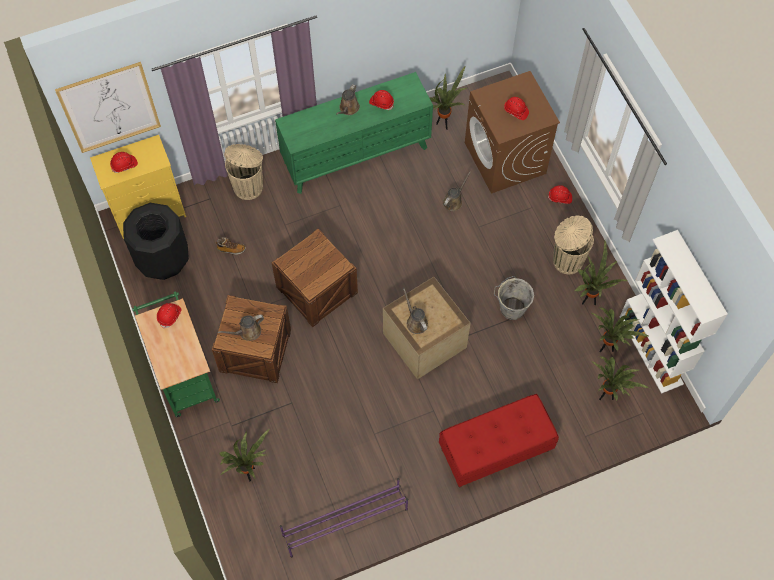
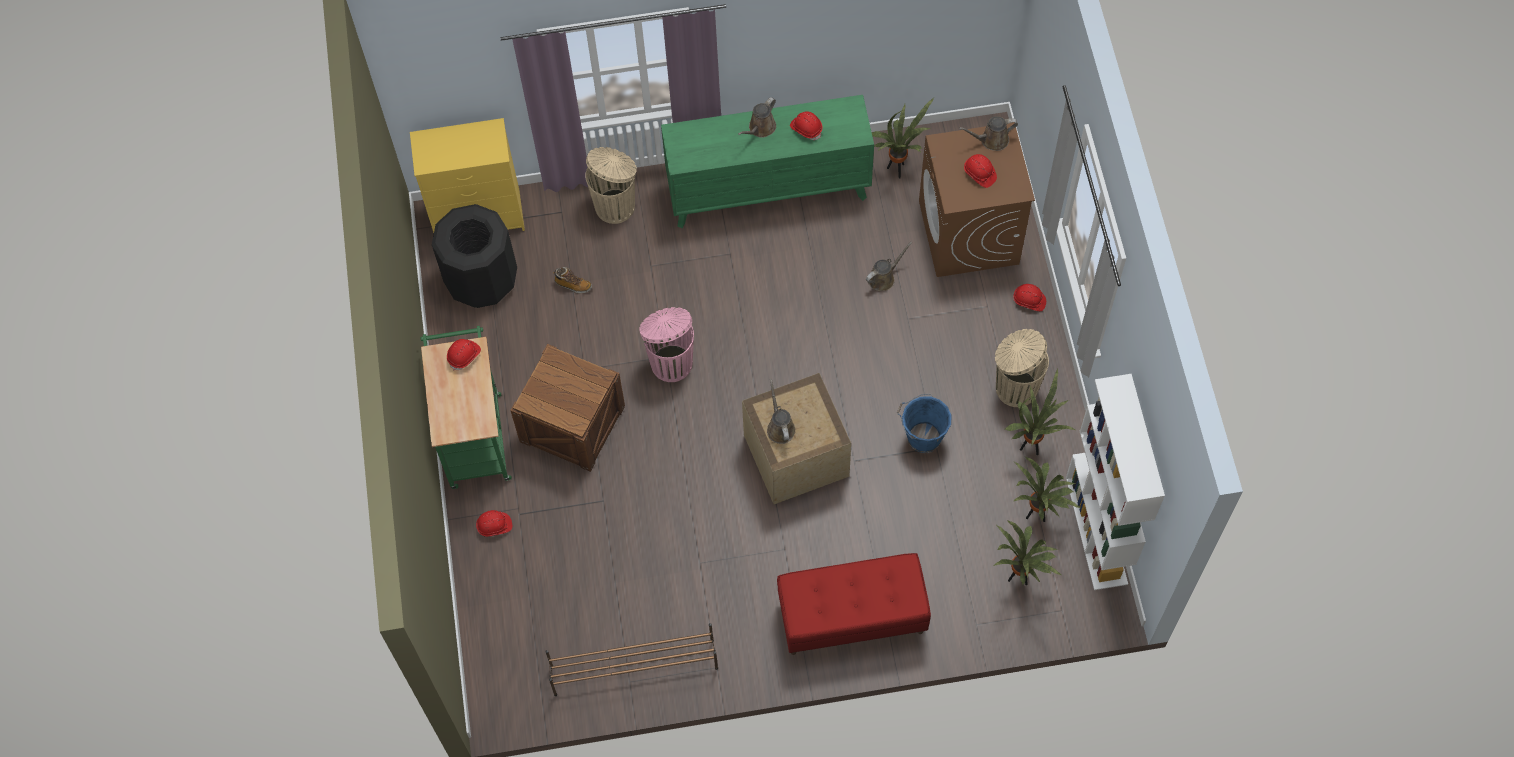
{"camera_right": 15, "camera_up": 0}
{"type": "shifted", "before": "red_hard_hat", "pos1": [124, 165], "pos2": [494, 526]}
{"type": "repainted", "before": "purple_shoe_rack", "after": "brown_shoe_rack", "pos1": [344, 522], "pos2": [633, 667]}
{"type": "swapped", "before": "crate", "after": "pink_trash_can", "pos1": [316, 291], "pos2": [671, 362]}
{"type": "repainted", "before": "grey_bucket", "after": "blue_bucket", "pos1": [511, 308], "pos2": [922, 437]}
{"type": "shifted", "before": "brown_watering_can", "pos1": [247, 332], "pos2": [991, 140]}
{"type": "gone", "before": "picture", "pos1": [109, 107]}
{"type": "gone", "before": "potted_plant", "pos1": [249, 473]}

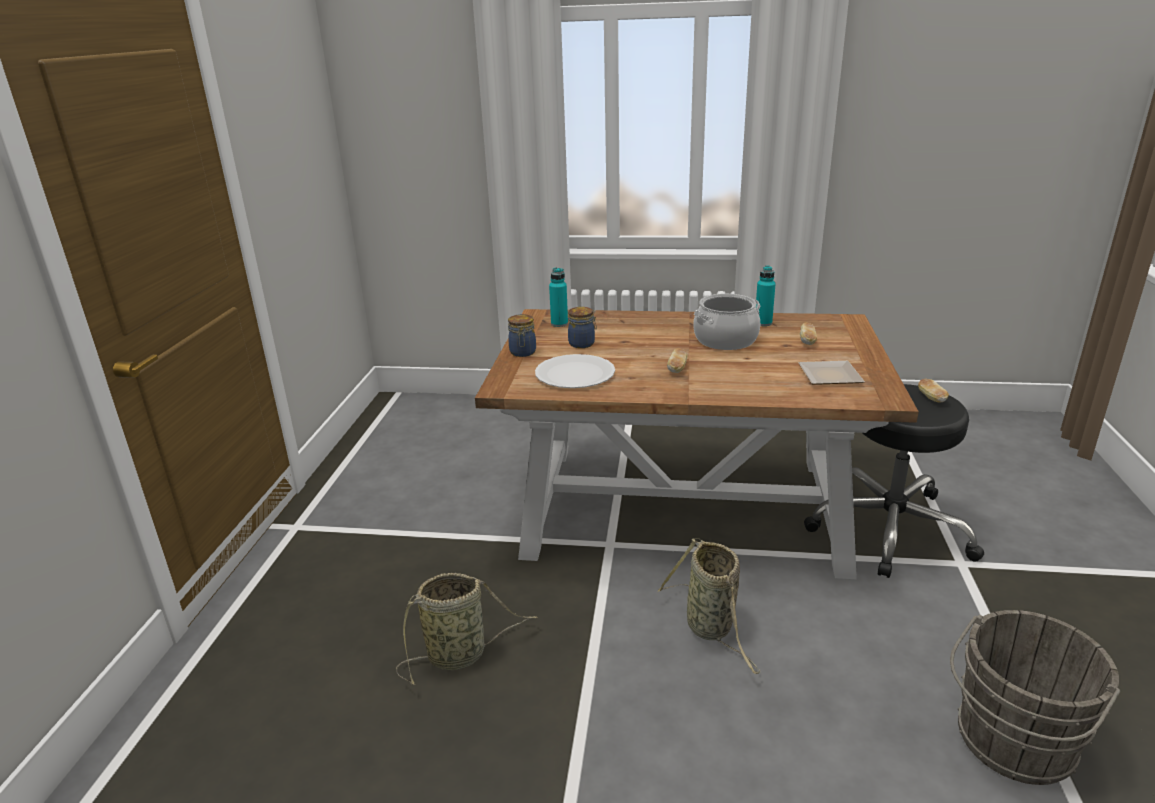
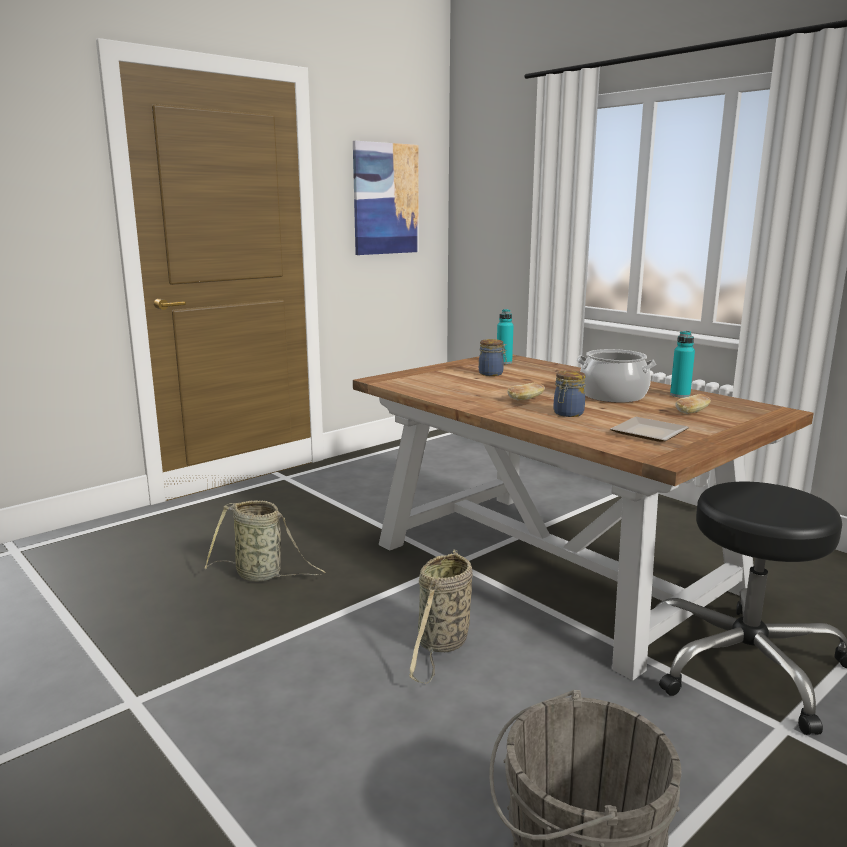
{"camera_right": 40, "camera_up": -10}
{"type": "new", "after": "picture", "pos2": [385, 199]}
{"type": "shifted", "before": "jar", "pos1": [523, 353], "pos2": [567, 414]}
{"type": "gone", "before": "white_plate", "pos1": [575, 374]}
{"type": "gone", "before": "bread", "pos1": [931, 398]}

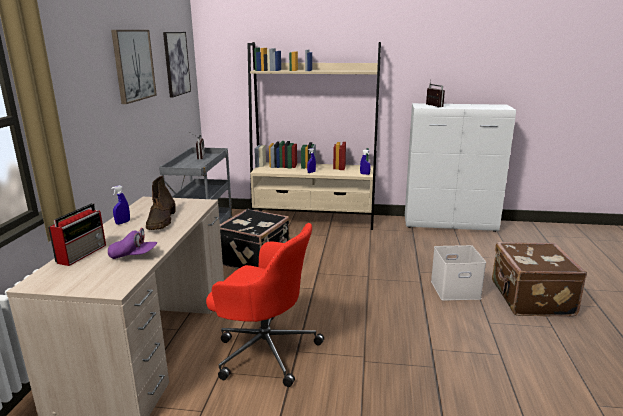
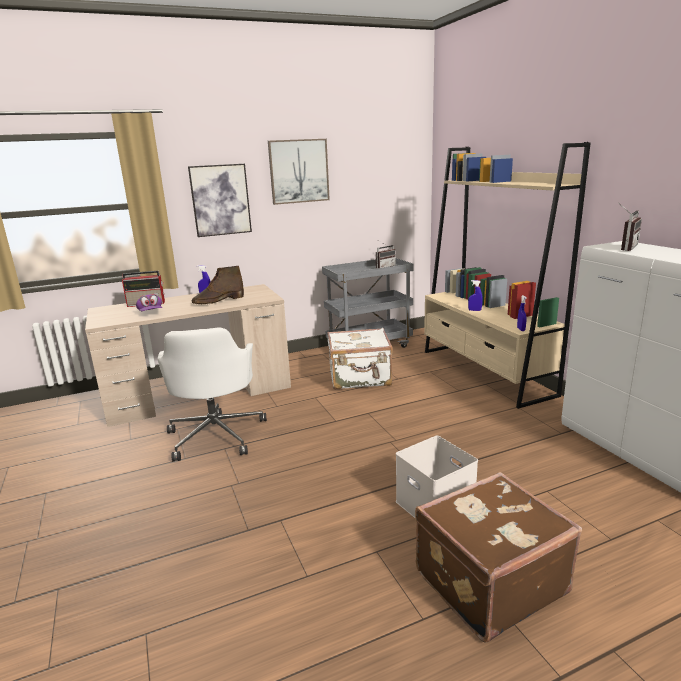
{"camera_right": 60, "camera_up": 0}
{"type": "repainted", "before": "red_office_chair", "after": "white_office_chair", "pos1": [264, 350], "pos2": [216, 434]}
{"type": "shifted", "before": "picture", "pos1": [176, 63], "pos2": [220, 200]}
{"type": "repainted", "before": "black_suitcase", "after": "white_suitcase", "pos1": [256, 258], "pos2": [360, 378]}

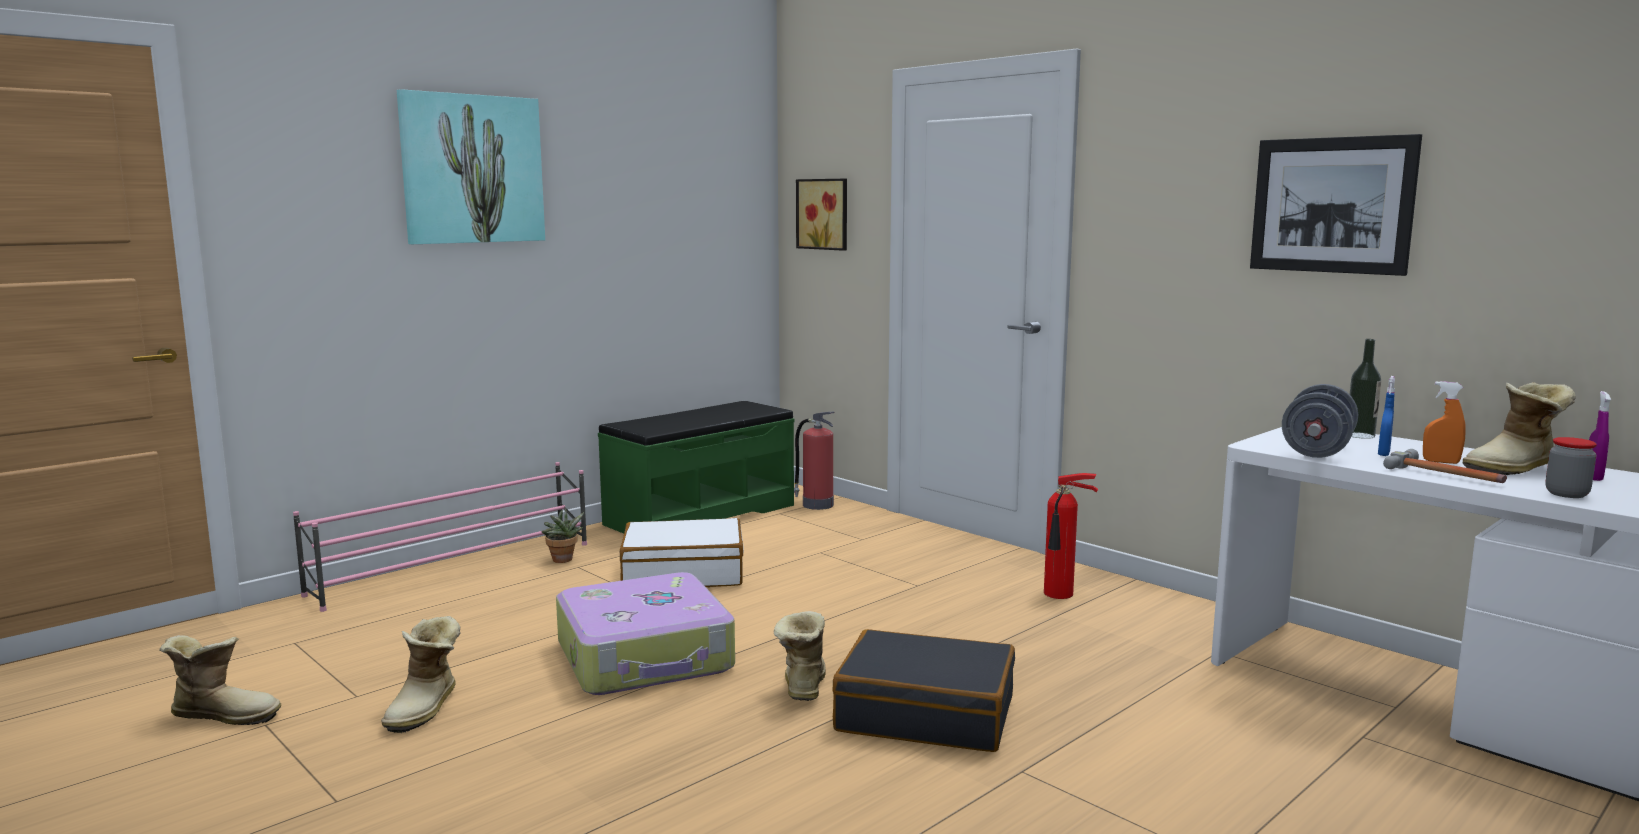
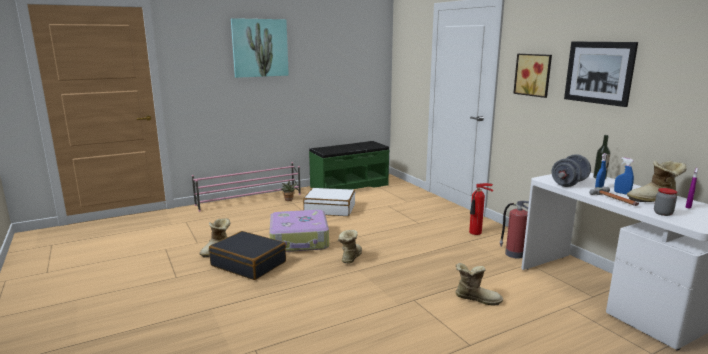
{"camera_right": 15, "camera_up": 5}
{"type": "shifted", "before": "black_suitcase", "pos1": [926, 714], "pos2": [249, 264]}
{"type": "shifted", "before": "boot", "pos1": [225, 715], "pos2": [476, 298]}
{"type": "shifted", "before": "fire_extinguisher", "pos1": [816, 504], "pos2": [514, 253]}
{"type": "shifted", "before": "picture", "pos1": [824, 214], "pos2": [533, 75]}
{"type": "repainted", "before": "orange_spray_bottle", "after": "blue_spray_bottle", "pos1": [1441, 462], "pos2": [622, 193]}

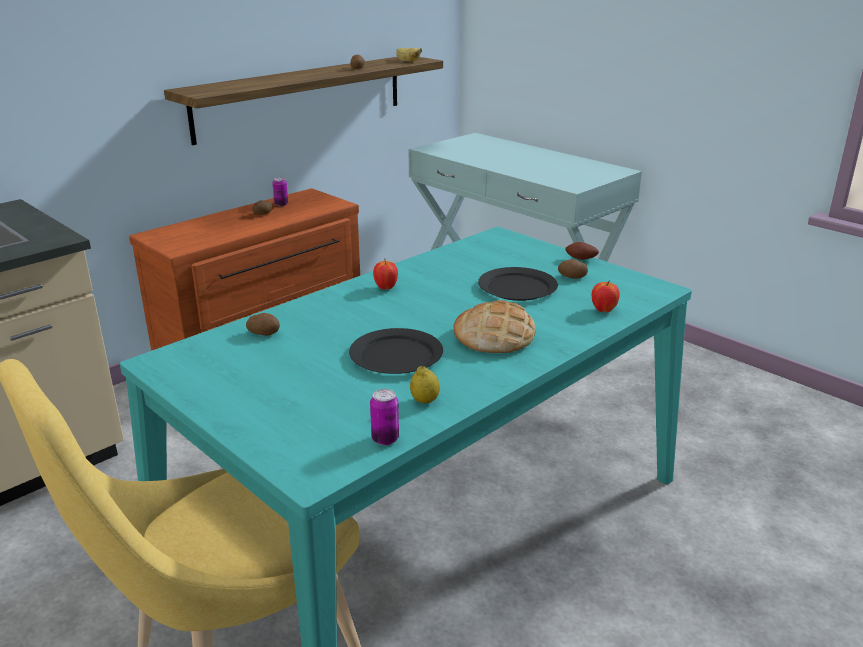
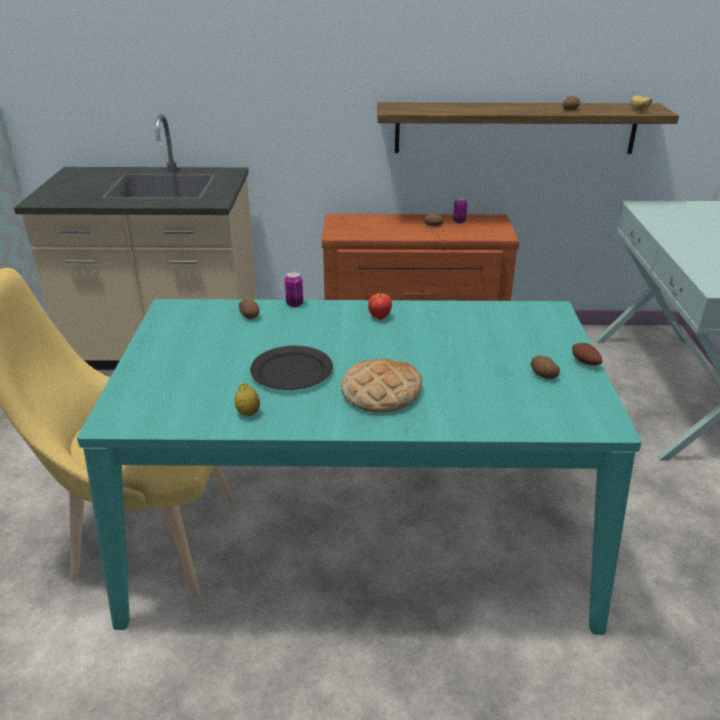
{"camera_right": 45, "camera_up": 5}
{"type": "shifted", "before": "can", "pos1": [385, 439], "pos2": [294, 304]}
{"type": "gone", "before": "black_plate", "pos1": [518, 287]}
{"type": "gone", "before": "apple", "pos1": [603, 310]}

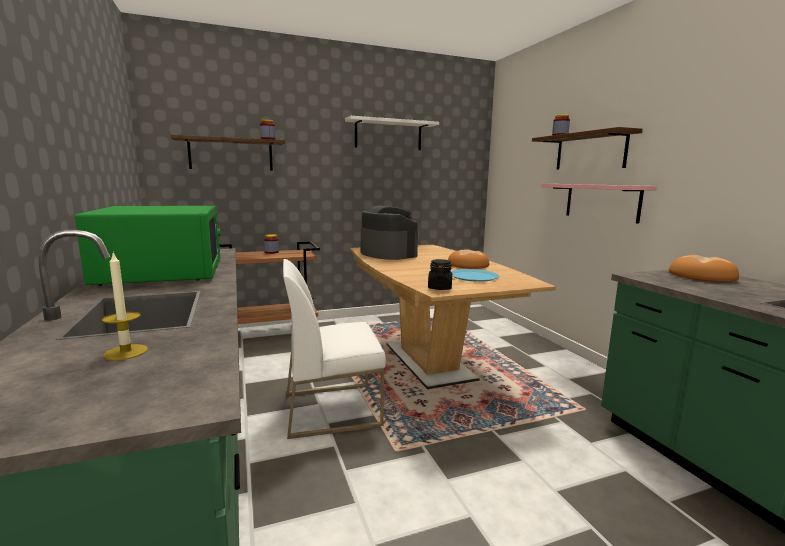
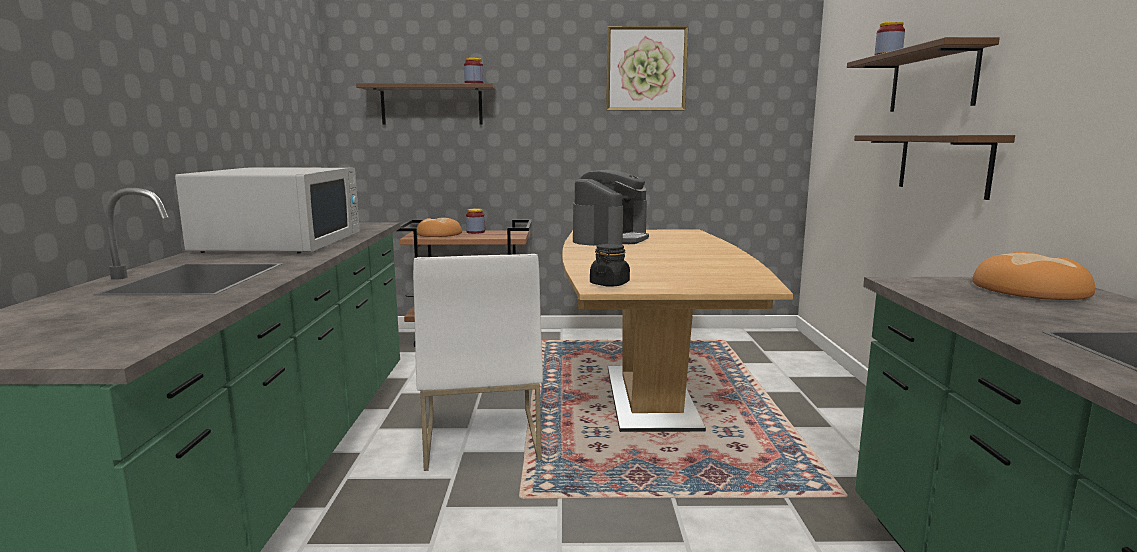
{"camera_right": 20, "camera_up": 0}
{"type": "repainted", "before": "green_microwave", "after": "white_microwave", "pos1": [164, 271], "pos2": [282, 243]}
{"type": "rotated", "before": "white_chair", "pos1": [332, 409], "pos2": [480, 436], "turn": -105}
{"type": "shifted", "before": "bread", "pos1": [468, 265], "pos2": [439, 234]}
{"type": "rotated", "before": "coffee_machine", "pos1": [387, 254], "pos2": [610, 239], "turn": 45}
{"type": "swapped", "before": "white_shelf", "after": "picture", "pos1": [388, 135], "pos2": [646, 69]}
{"type": "repainted", "before": "pink_shelf", "after": "brown_shelf", "pos1": [601, 202], "pos2": [943, 164]}
{"type": "gone", "before": "candle", "pos1": [126, 352]}
{"type": "gone", "before": "blue_plate", "pos1": [473, 276]}

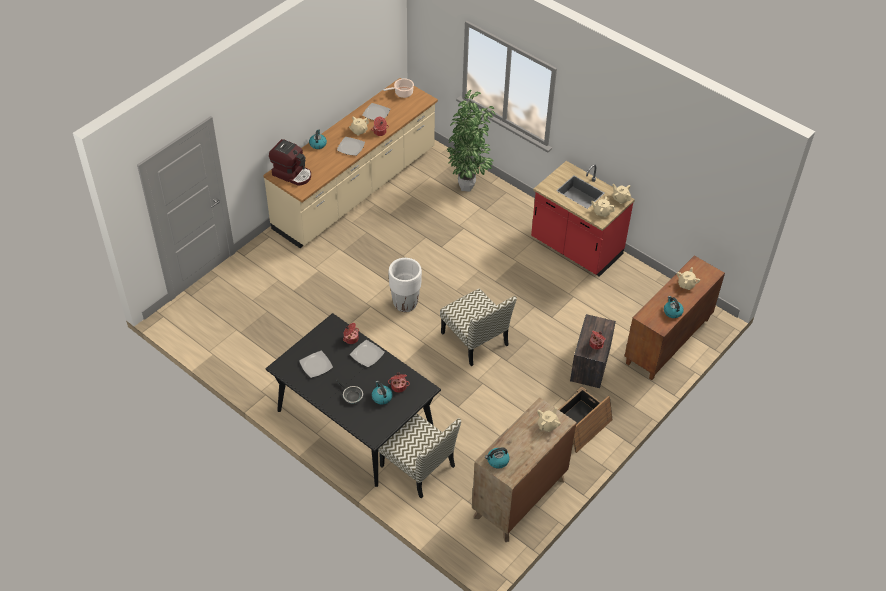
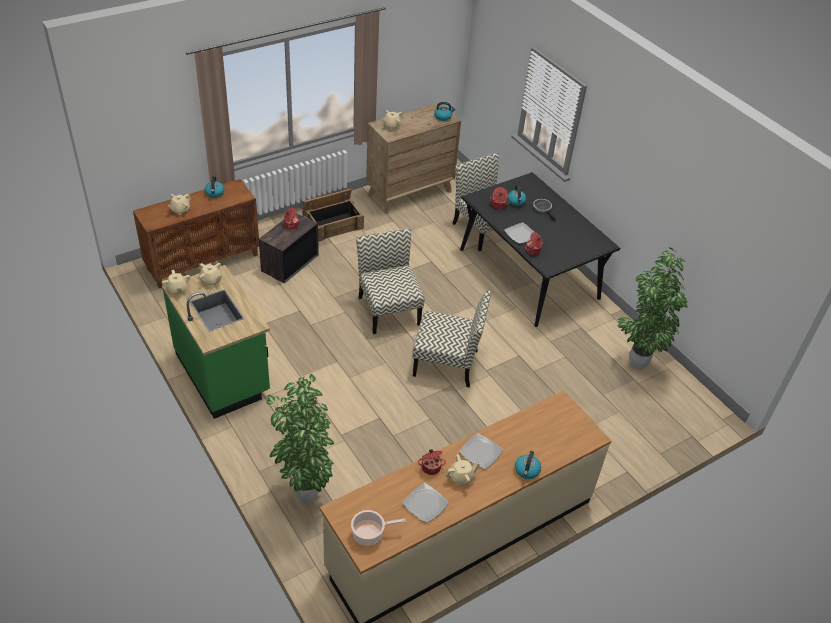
{"camera_right": -165, "camera_up": -5}
{"type": "repainted", "before": "red_counter", "after": "green_counter", "pos1": [576, 248], "pos2": [223, 373]}
{"type": "swapped", "before": "white_planter", "after": "chair", "pos1": [405, 304], "pos2": [447, 363]}
{"type": "new", "after": "potted_plant", "pos2": [635, 363]}
{"type": "gone", "before": "coffee_machine", "pos1": [292, 174]}
{"type": "gone", "before": "plate", "pos1": [316, 365]}

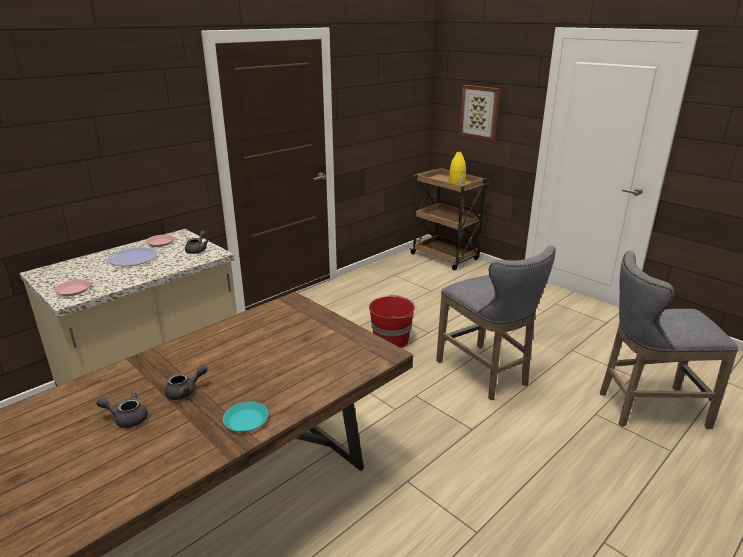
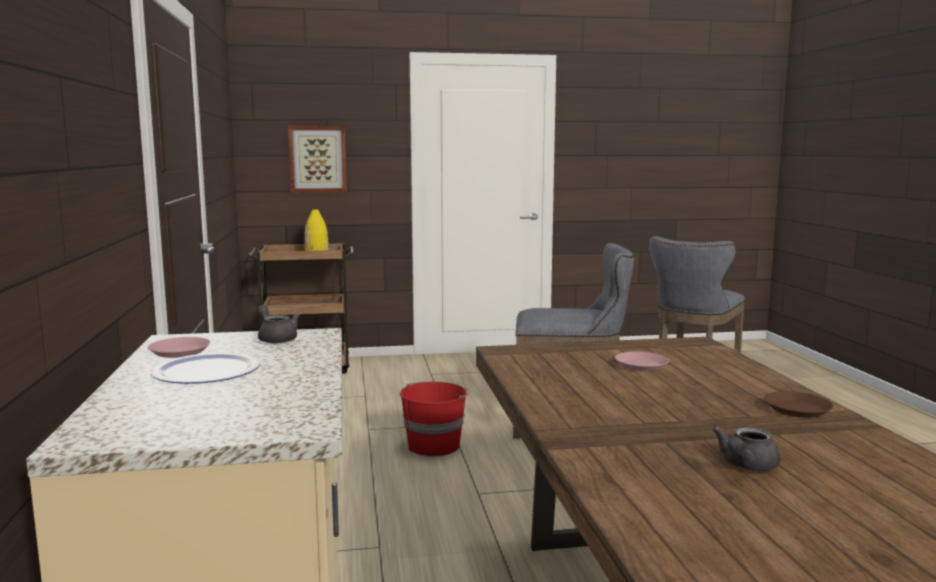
{"camera_right": -55, "camera_up": -15}
{"type": "shifted", "before": "pink_plate", "pos1": [73, 290], "pos2": [641, 365]}
{"type": "repainted", "before": "turquoise_plate", "after": "brown_plate", "pos1": [246, 420], "pos2": [796, 409]}
{"type": "gone", "before": "grey_teapot", "pos1": [185, 391]}

